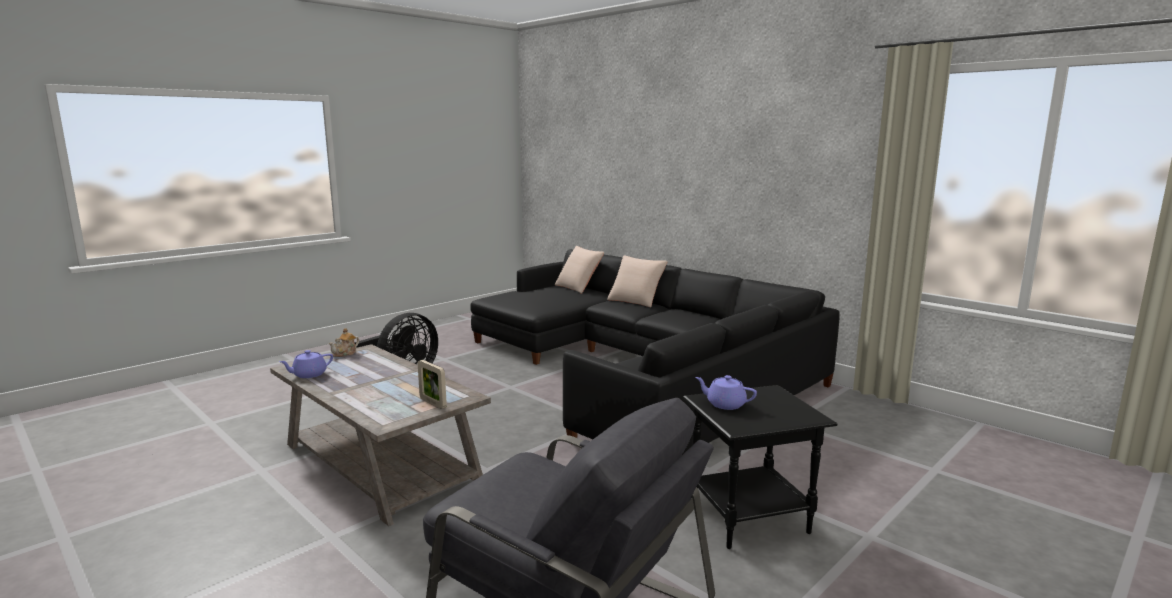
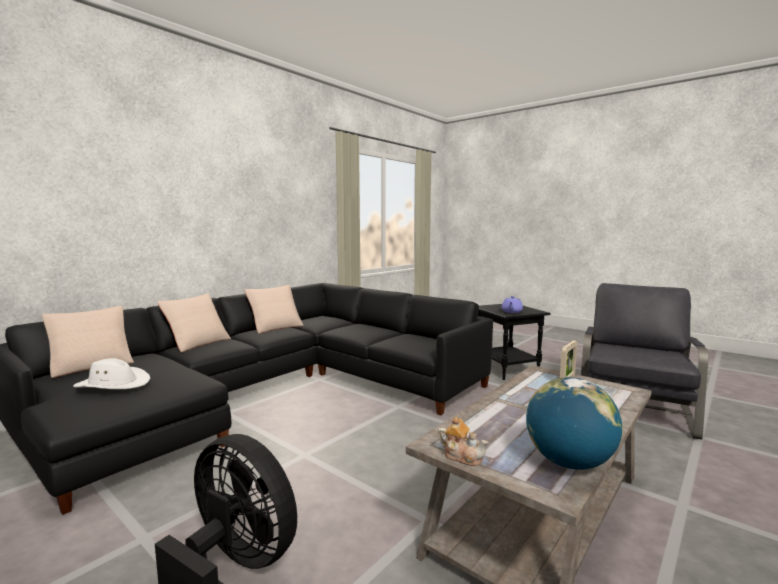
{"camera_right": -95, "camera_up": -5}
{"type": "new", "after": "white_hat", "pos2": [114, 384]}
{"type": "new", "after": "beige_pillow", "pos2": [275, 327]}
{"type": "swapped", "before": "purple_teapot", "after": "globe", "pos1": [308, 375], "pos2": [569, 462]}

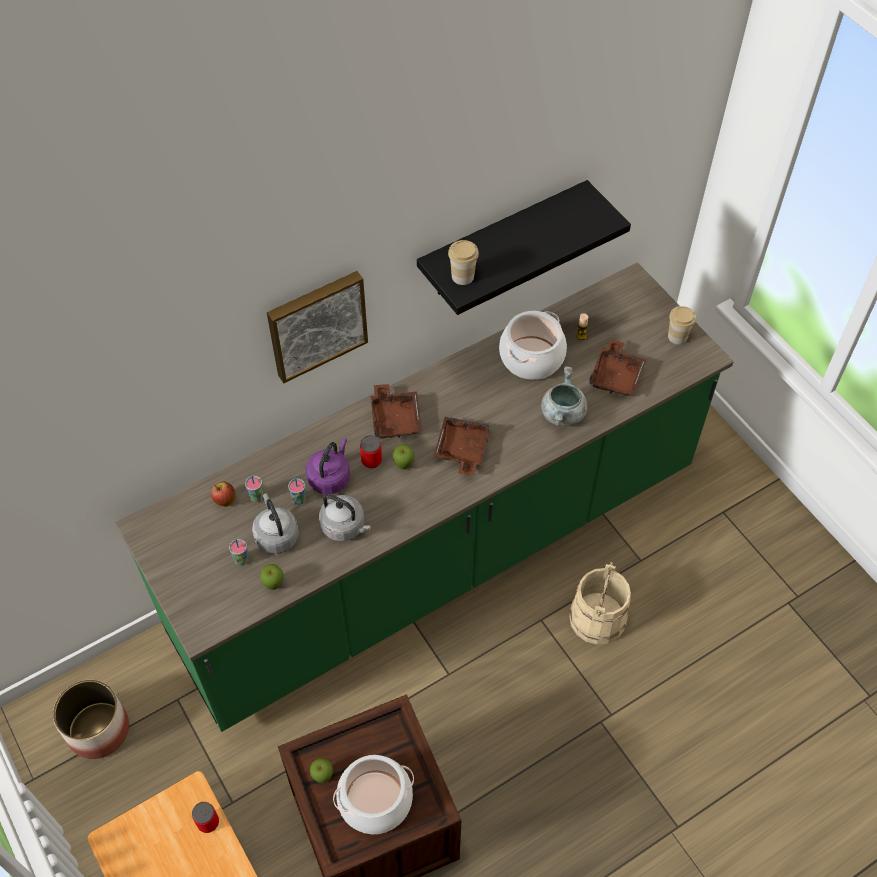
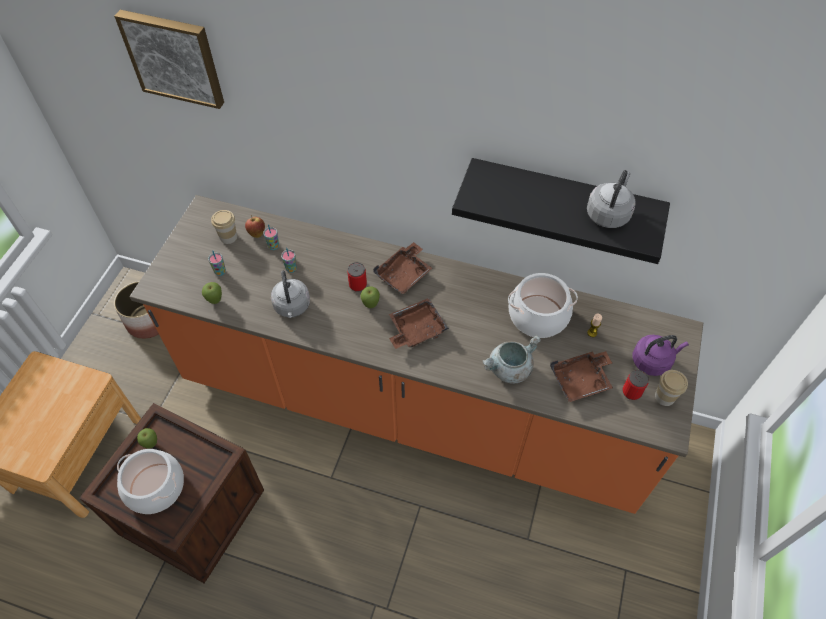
{"camera_right": 50, "camera_up": 0}
{"type": "shifted", "before": "picture", "pos1": [316, 324], "pos2": [174, 57]}
{"type": "repainted", "before": "green_counter", "after": "orange_counter", "pos1": [438, 553], "pos2": [413, 405]}
{"type": "shifted", "before": "cup", "pos1": [462, 276], "pos2": [228, 237]}
{"type": "shifted", "before": "grey_kettle", "pos1": [276, 535], "pos2": [608, 213]}
{"type": "shifted", "before": "can", "pos1": [208, 822], "pos2": [631, 392]}
{"type": "shifted", "before": "purple_kettle", "pos1": [330, 477], "pos2": [652, 361]}
{"type": "gone", "before": "beige_bucket", "pos1": [598, 618]}

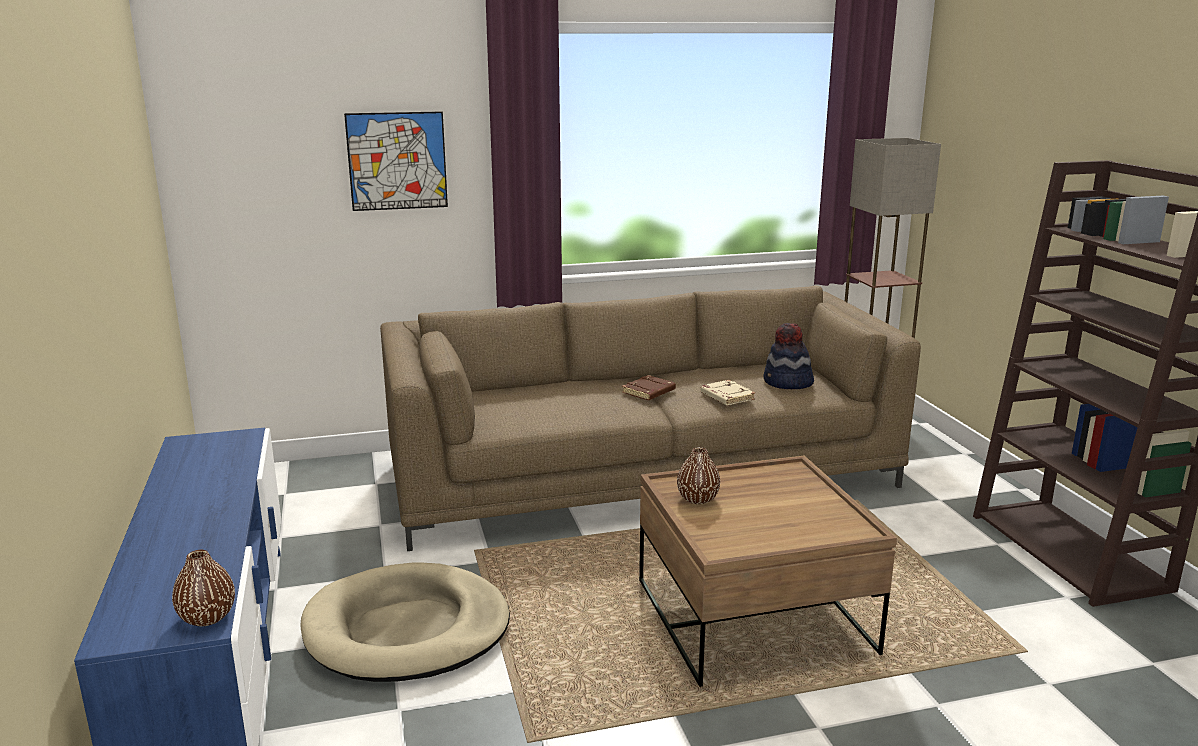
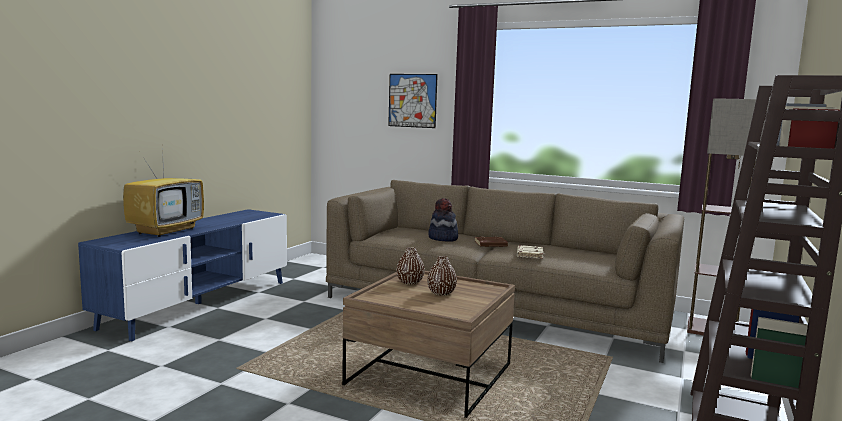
{"camera_right": 40, "camera_up": -10}
{"type": "new", "after": "television", "pos2": [166, 231]}
{"type": "shifted", "before": "brown_vase", "pos1": [207, 617], "pos2": [441, 293]}
{"type": "shifted", "before": "hat", "pos1": [787, 383], "pos2": [443, 238]}
{"type": "gone", "before": "beige_dog_bed", "pos1": [407, 629]}

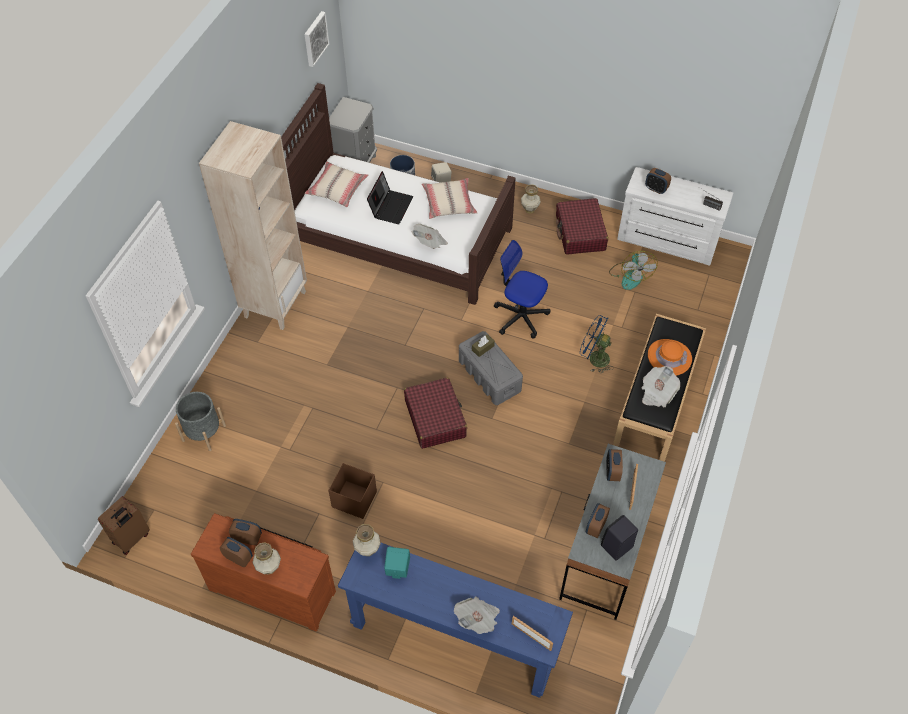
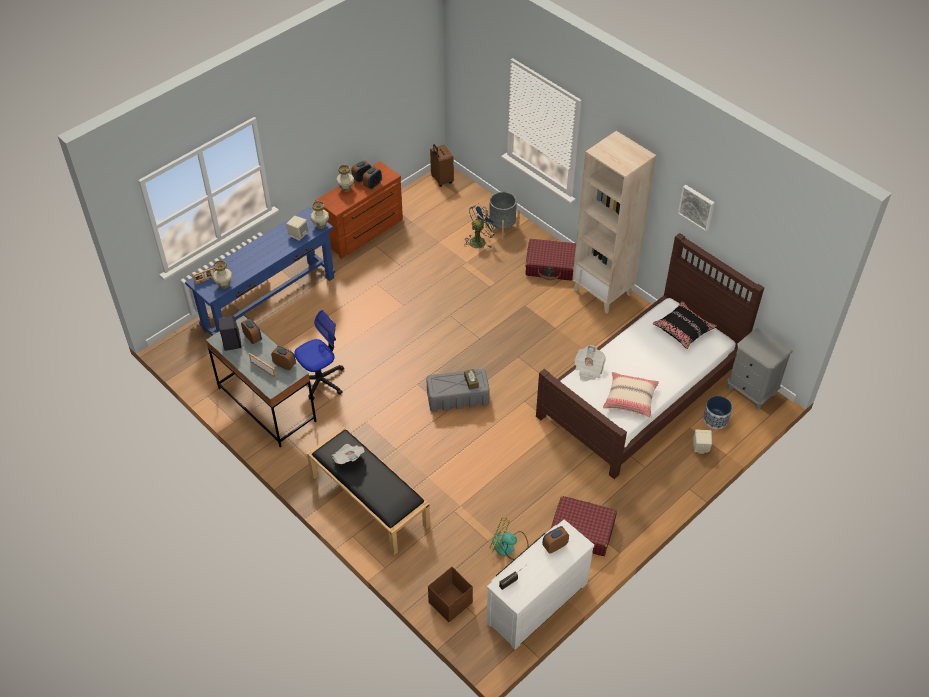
{"camera_right": 115, "camera_up": -5}
{"type": "shifted", "before": "vase", "pos1": [529, 210], "pos2": [224, 285]}
{"type": "repainted", "before": "turquoise_speaker", "after": "beige_speaker", "pos1": [397, 569], "pos2": [298, 234]}
{"type": "shifted", "before": "office_chair", "pos1": [520, 316], "pos2": [320, 380]}
{"type": "shifted", "before": "brown_storage_box", "pos1": [354, 499], "pos2": [451, 602]}
{"type": "shifted", "before": "blue_fan", "pos1": [594, 358], "pos2": [479, 240]}
{"type": "shifted", "before": "red_suitcase", "pos1": [435, 418], "pos2": [550, 265]}
{"type": "repainted", "before": "beige_pillow", "after": "black_pillow", "pos1": [337, 189], "pos2": [683, 329]}
{"type": "shifted", "before": "picture", "pos1": [315, 38], "pos2": [697, 207]}
{"type": "gone", "before": "laptop", "pos1": [390, 206]}
{"type": "gone", "before": "newspaper", "pos1": [478, 619]}
{"type": "gone", "before": "orange_hat", "pos1": [669, 357]}

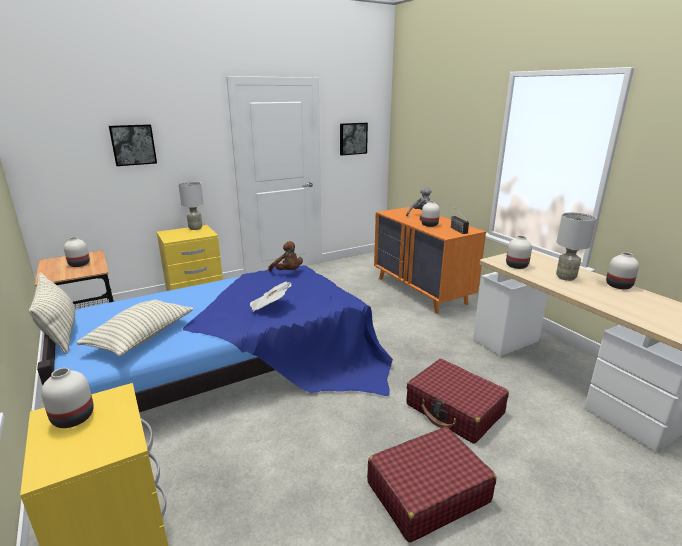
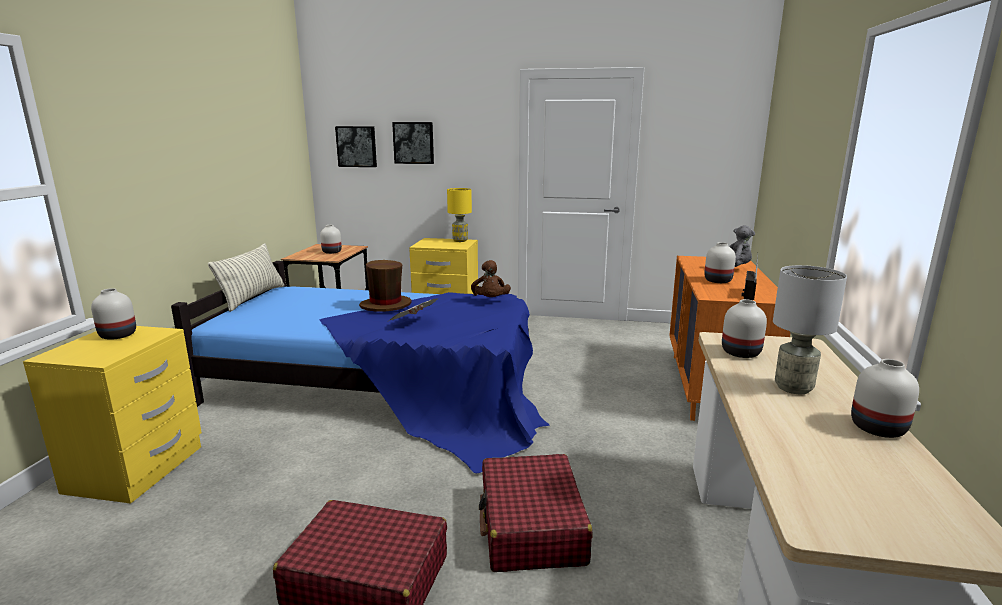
{"camera_right": 40, "camera_up": -5}
{"type": "shifted", "before": "picture", "pos1": [352, 138], "pos2": [357, 146]}
{"type": "new", "after": "brown_hat", "pos2": [385, 305]}
{"type": "repainted", "before": "grey_table_lamp", "after": "yellow_table_lamp", "pos1": [195, 228], "pos2": [460, 241]}
{"type": "gone", "before": "pillow", "pos1": [142, 337]}

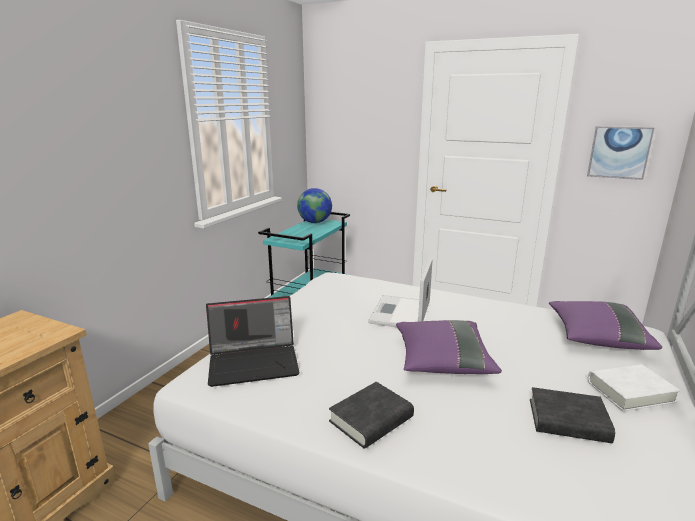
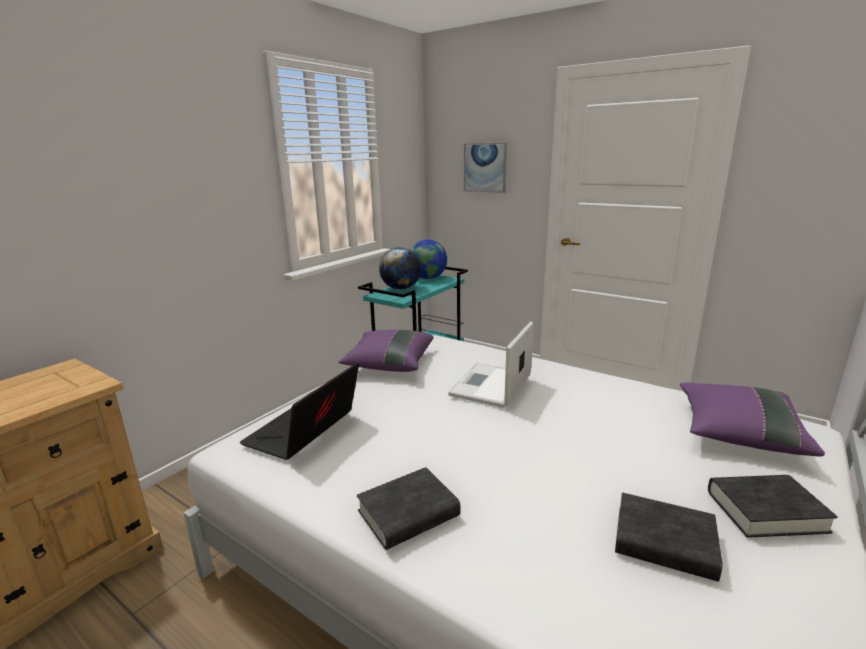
{"camera_right": 10, "camera_up": 0}
{"type": "rotated", "before": "laptop", "pos1": [255, 362], "pos2": [304, 431], "turn": 120}
{"type": "shifted", "before": "purple_pillow", "pos1": [442, 361], "pos2": [389, 364]}
{"type": "new", "after": "globe", "pos2": [401, 288]}
{"type": "shifted", "before": "picture", "pos1": [619, 152], "pos2": [485, 167]}
{"type": "repainted", "before": "white_book", "after": "black_book", "pos1": [630, 392], "pos2": [765, 511]}

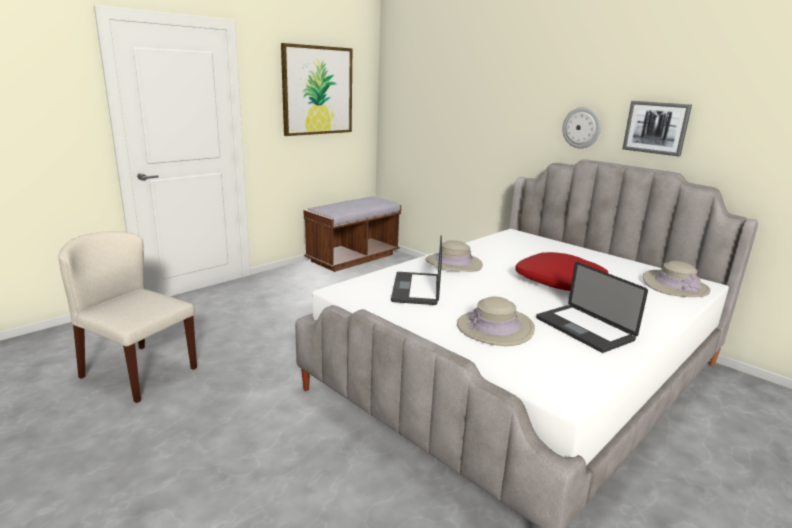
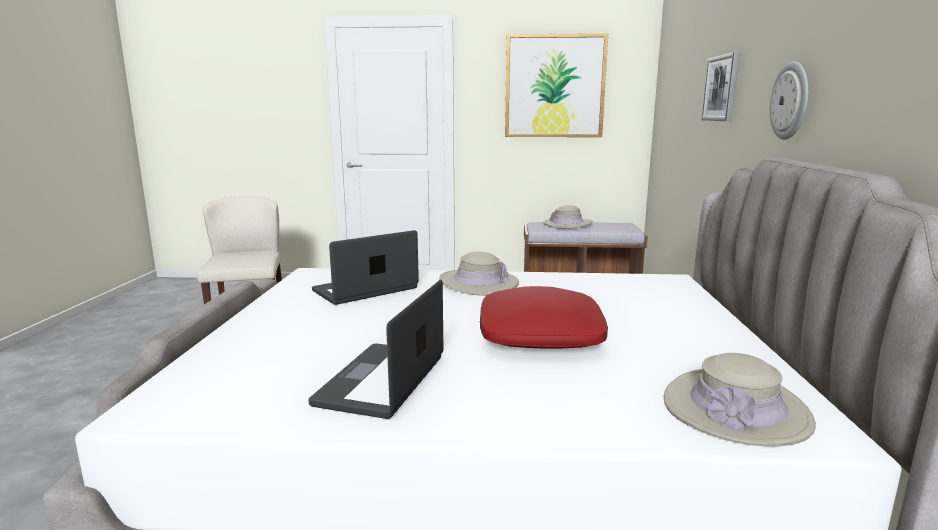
{"camera_right": 50, "camera_up": -5}
{"type": "shifted", "before": "beige_hat", "pos1": [495, 328], "pos2": [567, 224]}
{"type": "shifted", "before": "picture", "pos1": [656, 127], "pos2": [721, 88]}

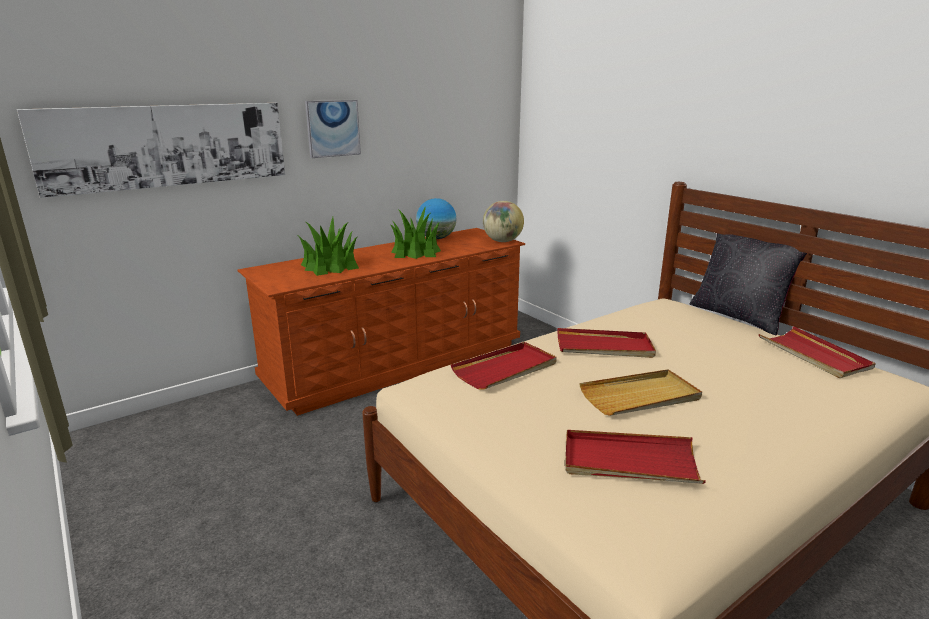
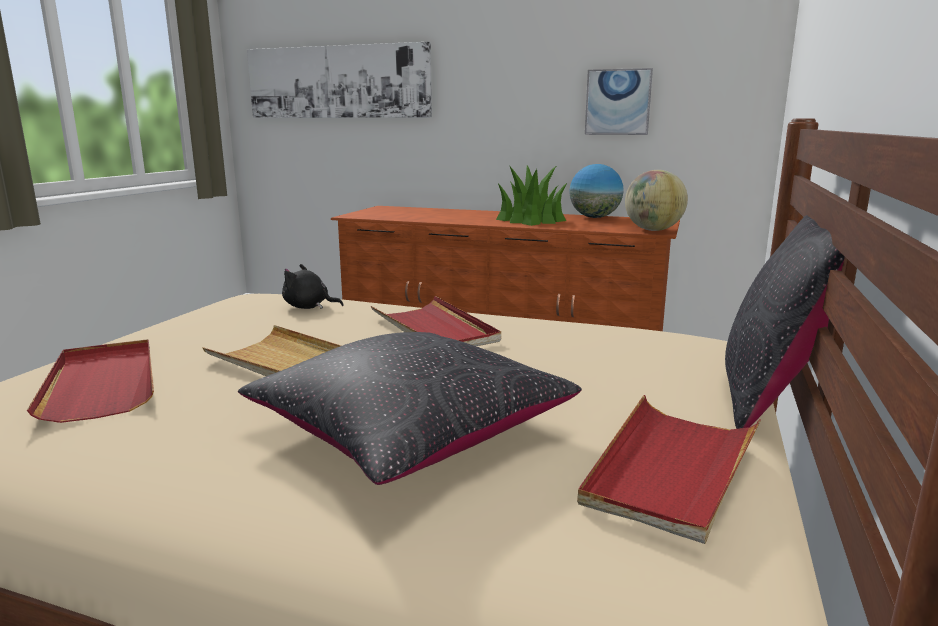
{"camera_right": 55, "camera_up": -5}
{"type": "new", "after": "black_pillow", "pos2": [412, 431]}
{"type": "swapped", "before": "red_tray", "after": "black_plush_toy", "pos1": [505, 369], "pos2": [309, 307]}
{"type": "shifted", "before": "picture", "pos1": [333, 128], "pos2": [618, 102]}
{"type": "gone", "before": "potted_plant", "pos1": [330, 266]}

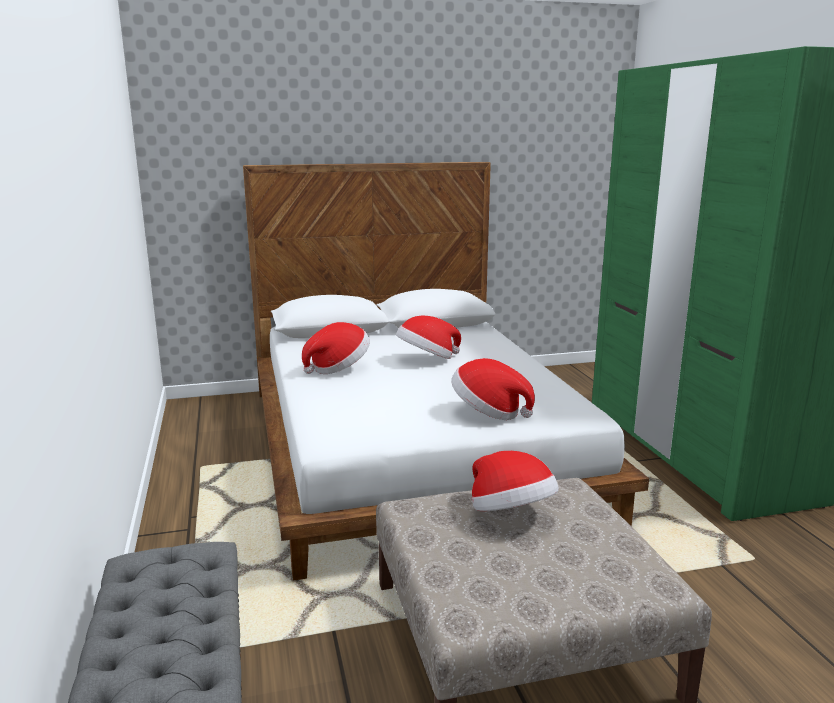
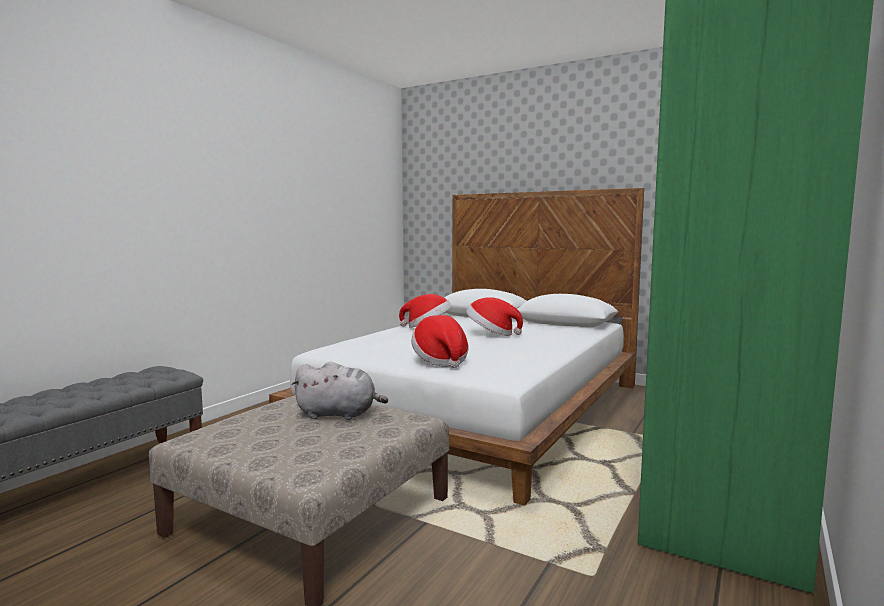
{"camera_right": 45, "camera_up": -10}
{"type": "swapped", "before": "hat", "after": "grey_plush_toy", "pos1": [511, 514], "pos2": [339, 414]}

